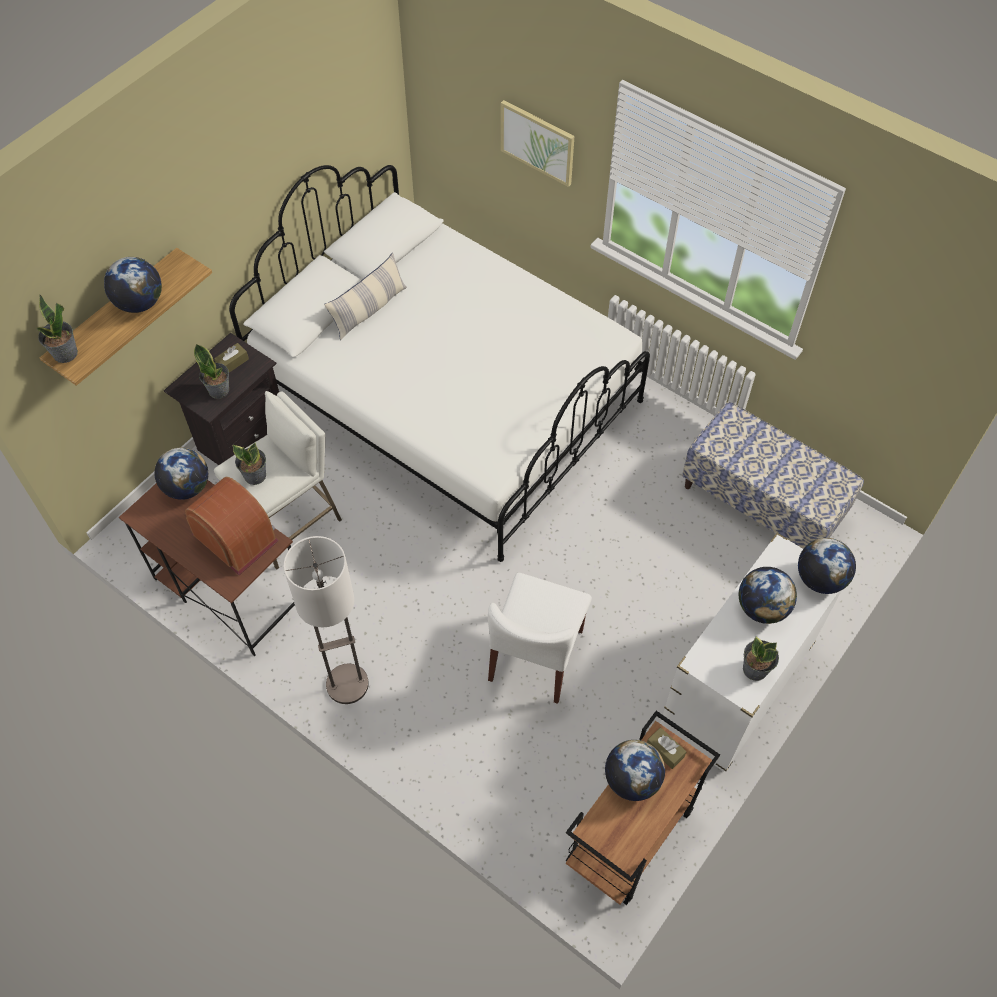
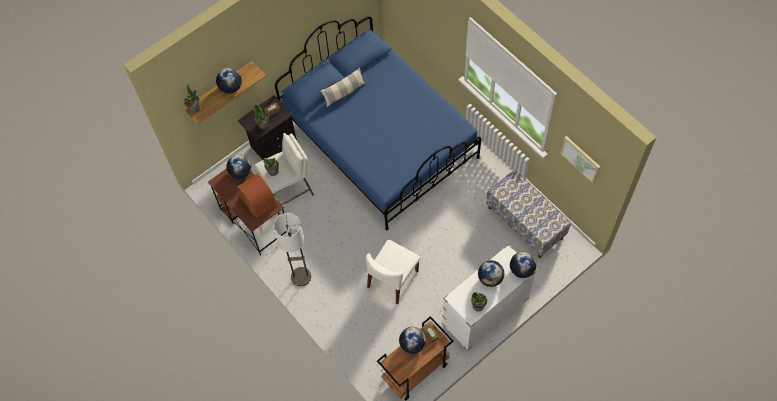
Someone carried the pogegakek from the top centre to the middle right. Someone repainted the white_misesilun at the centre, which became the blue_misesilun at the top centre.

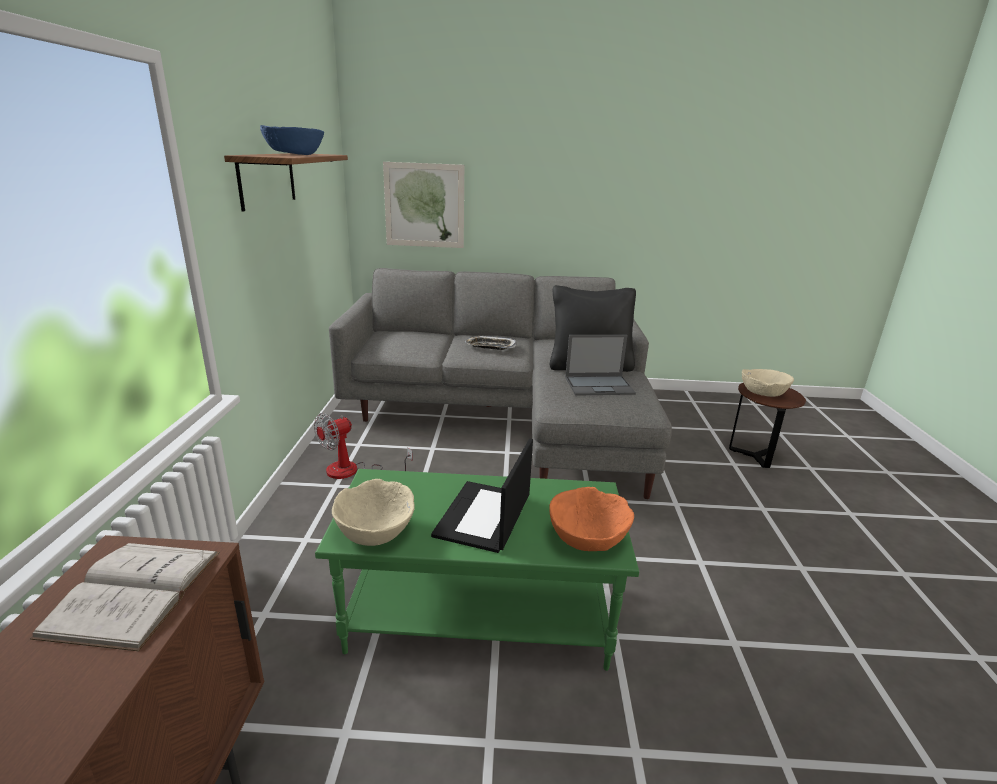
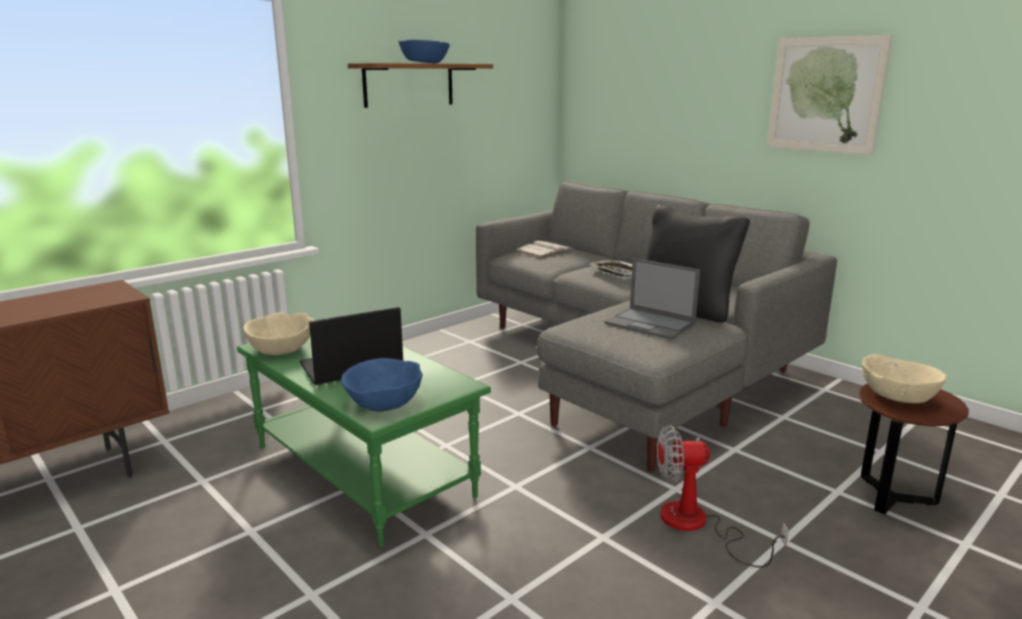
Someone carried the pogegakek from the top centre to the top right. Someone carried the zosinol from the centre to the bottom right. Someone repainted the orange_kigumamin at the centre, which became the blue_kigumamin (1st from left) at the centre. Someone carried the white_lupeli from the bottom left to the centre.

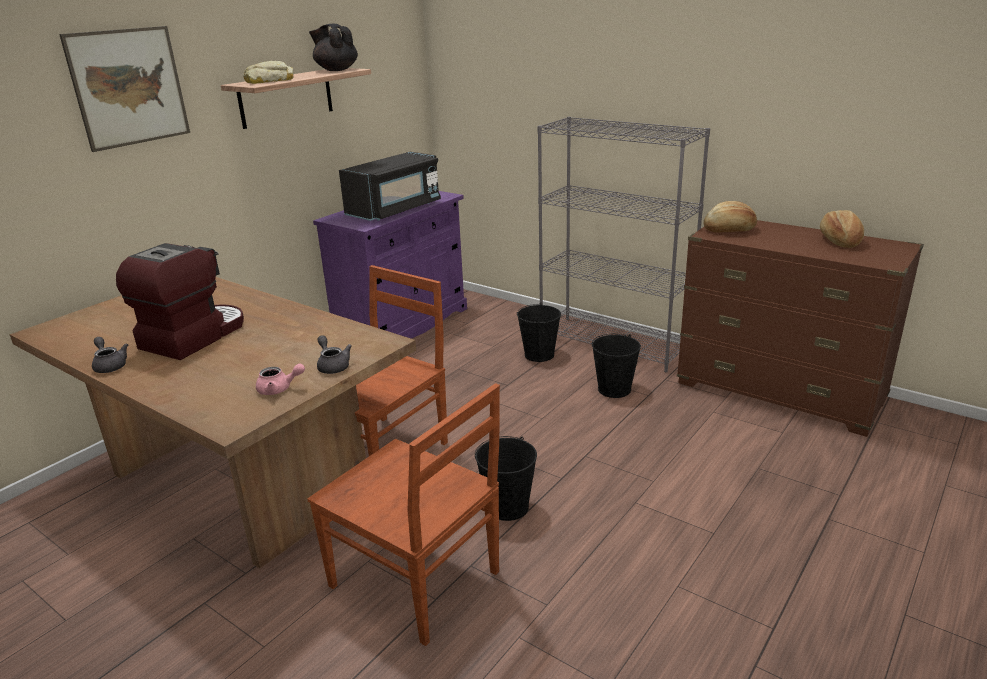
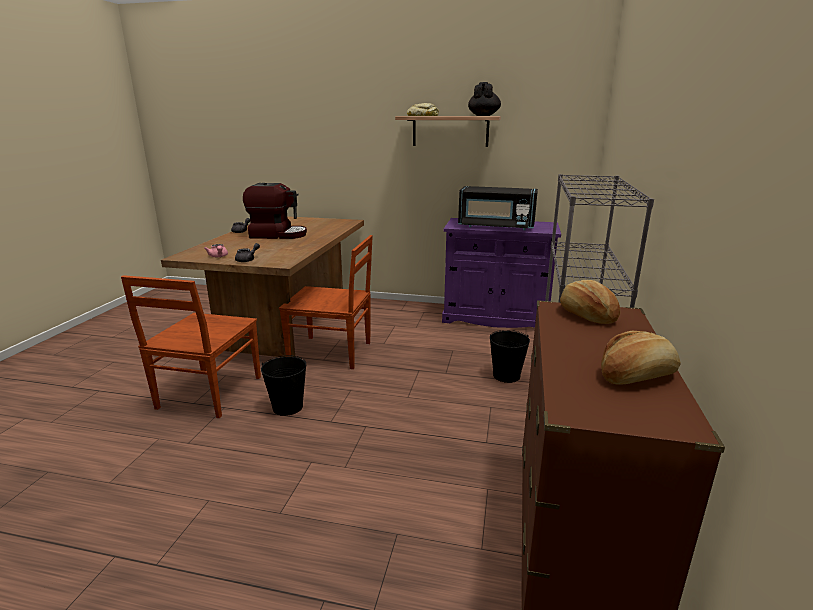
Someone took away the pogegakek at the top left. Someone took away the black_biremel (3rd from left) at the centre.

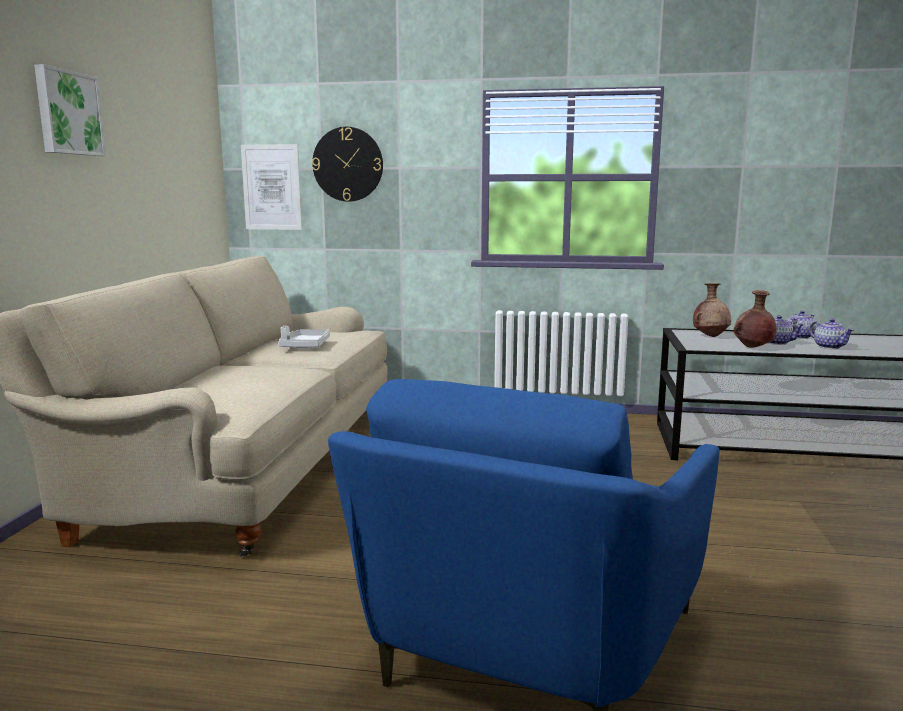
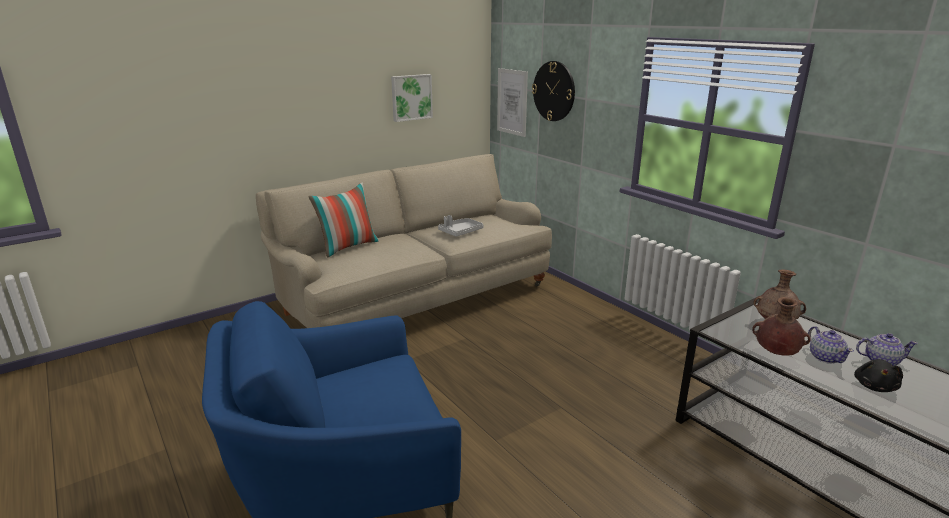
Someone carried the pogegakek (1st from left) from the top left to the top centre. Someone swapped the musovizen (3rd from left) at the middle right for the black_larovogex at the bottom right. Someone put down the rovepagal at the centre.

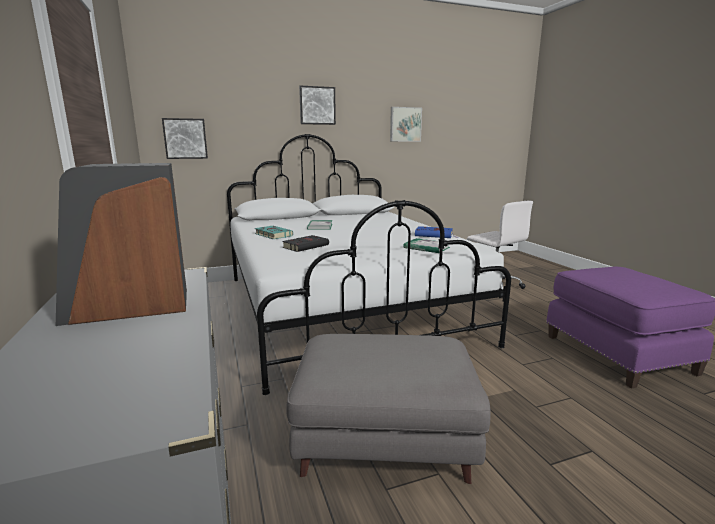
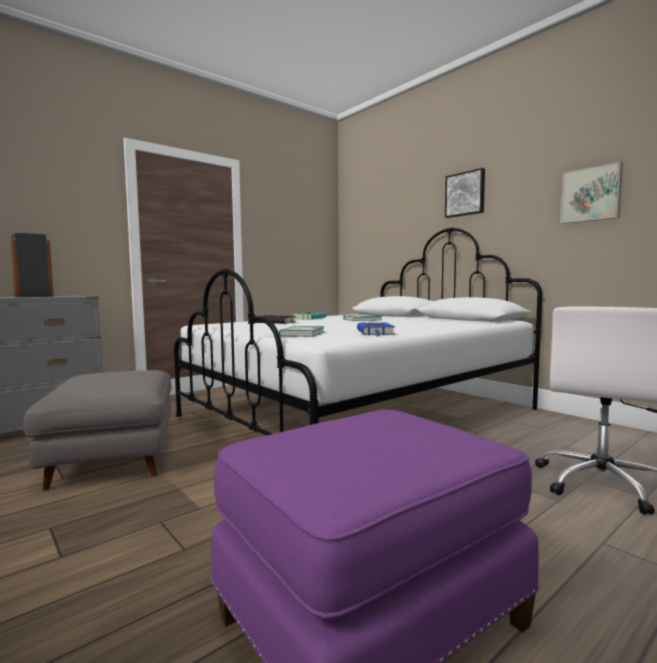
Someone took away the pogegakek (1st from left) at the top left.

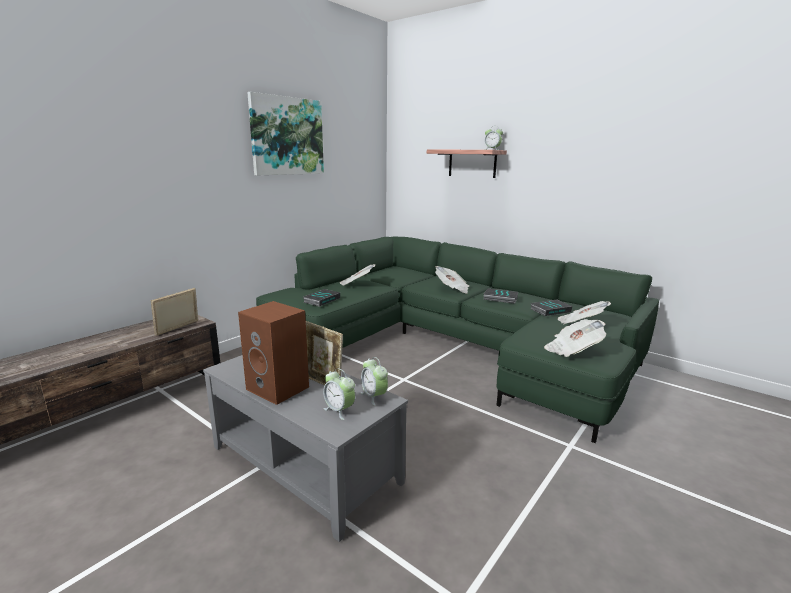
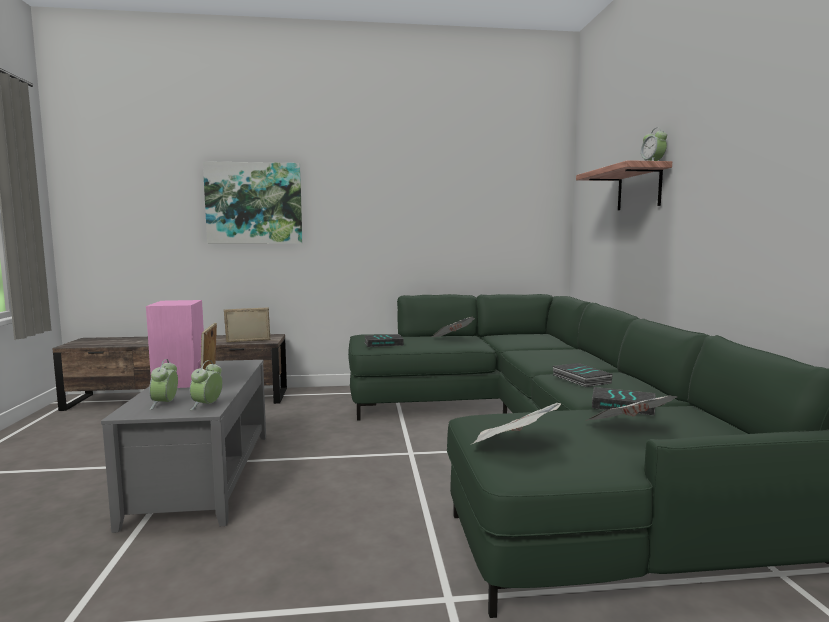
Someone carried the pogegakek from the top centre to the top left. Someone took away the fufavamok (2nd from left) at the centre. Someone repainted the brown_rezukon at the centre, which became the pink_rezukon at the middle left.

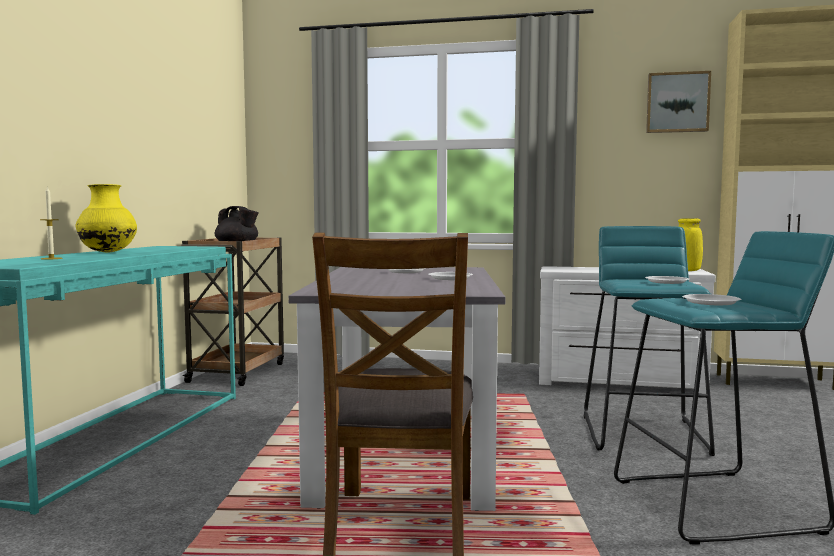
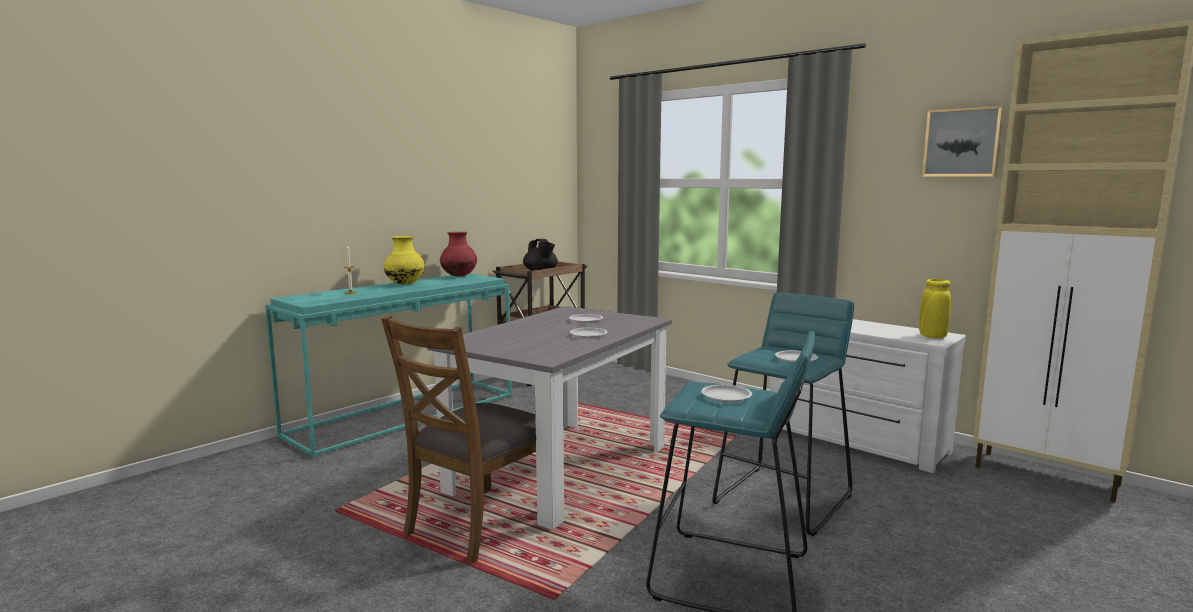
Someone put down the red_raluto at the centre.

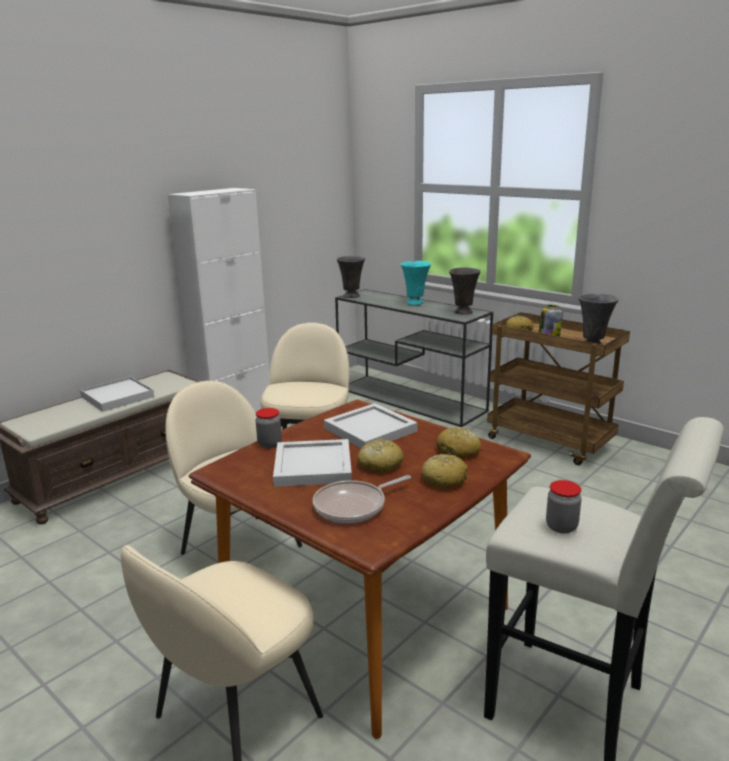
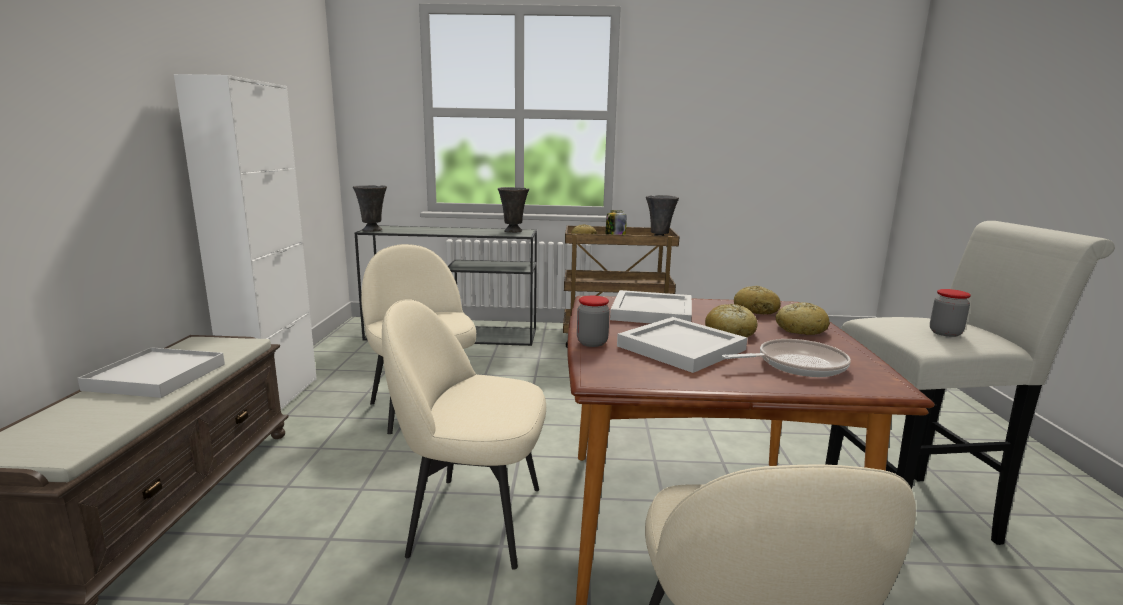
Someone took away the turquoise_raluto at the centre. Someone rotated the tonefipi at the centre by 120 degrees counterclockwise.

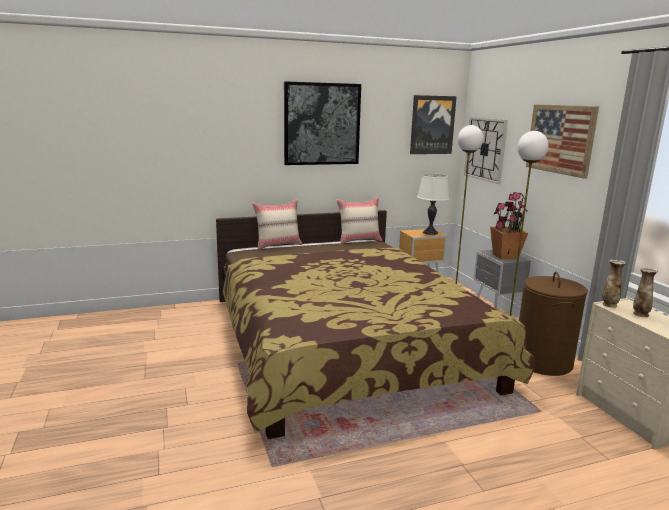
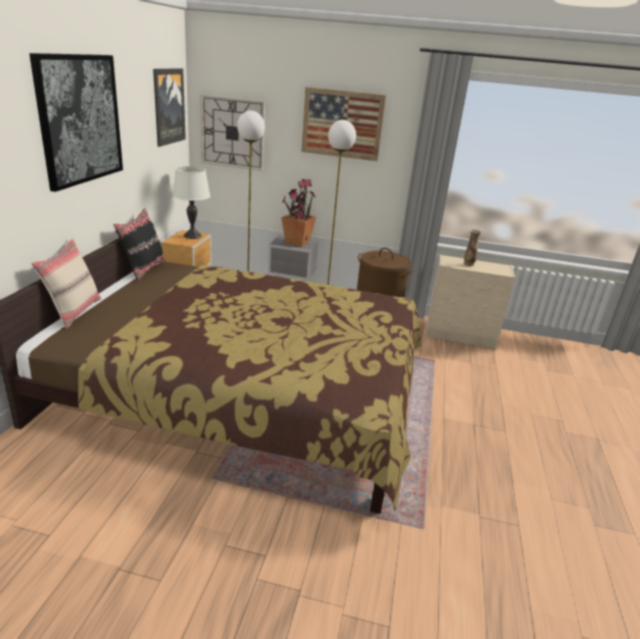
Someone repainted the beige_rovepagal (2nd from left) at the centre, which became the black_rovepagal at the middle left. Someone took away the raluto (1st from left) at the middle right.

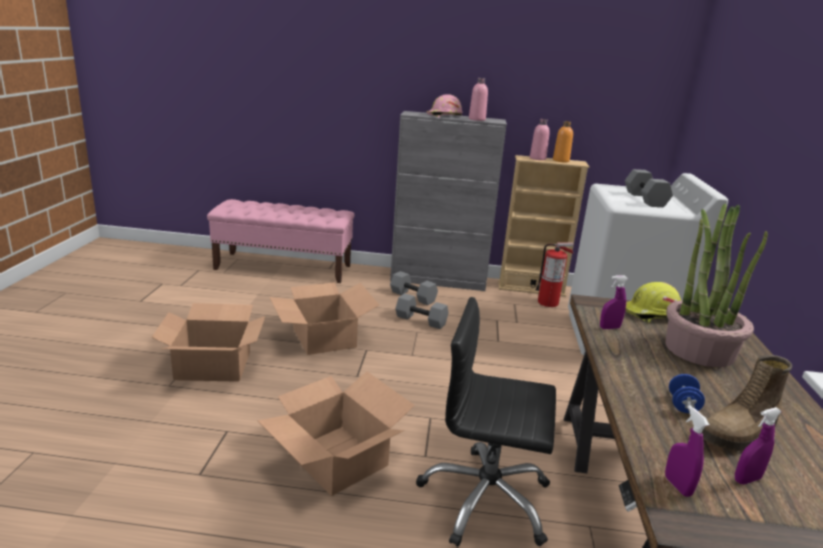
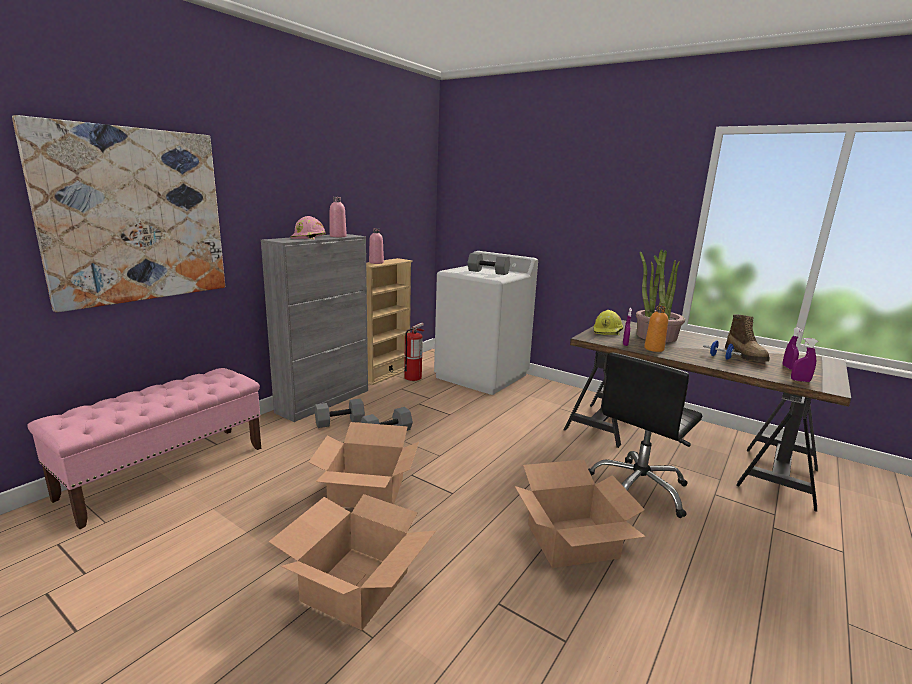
Someone carried the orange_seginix from the top right to the middle right. Someone put up the pogegakek at the top left.

